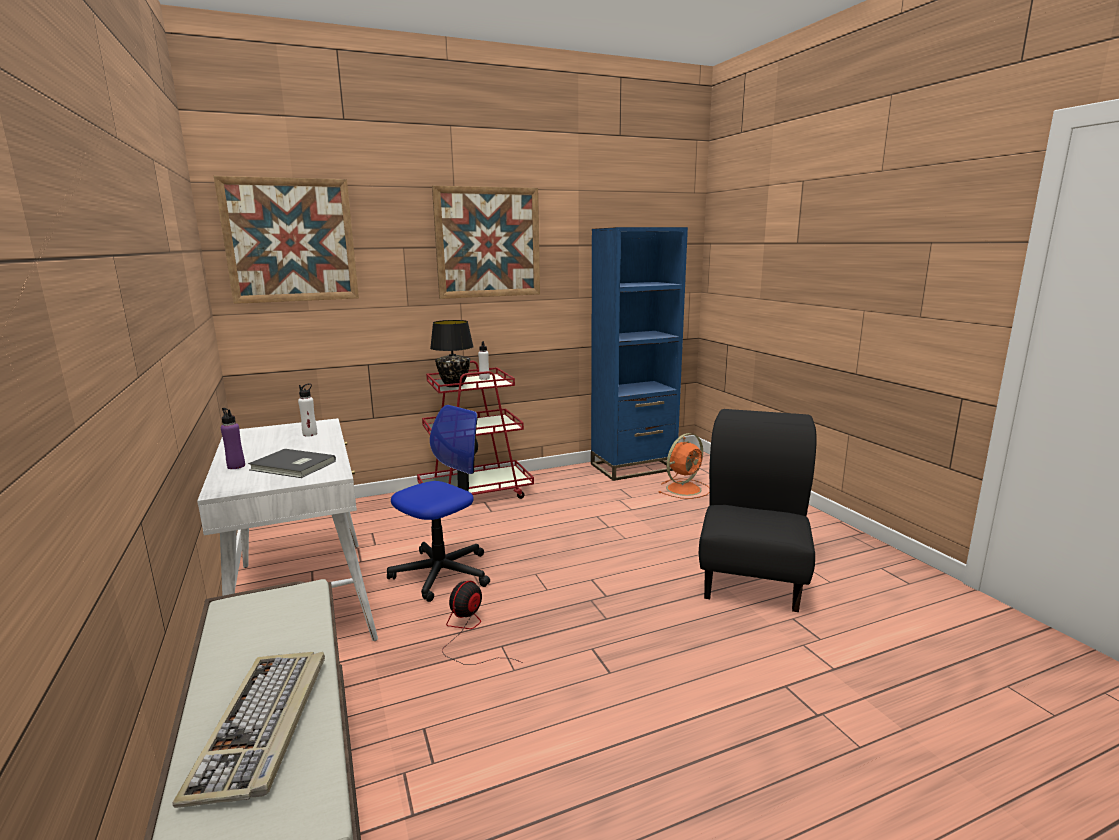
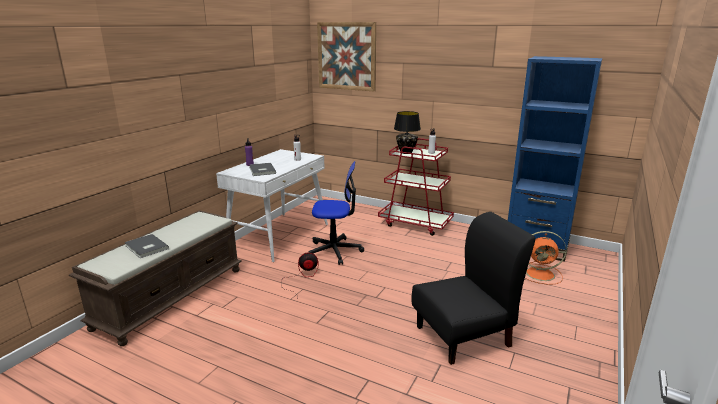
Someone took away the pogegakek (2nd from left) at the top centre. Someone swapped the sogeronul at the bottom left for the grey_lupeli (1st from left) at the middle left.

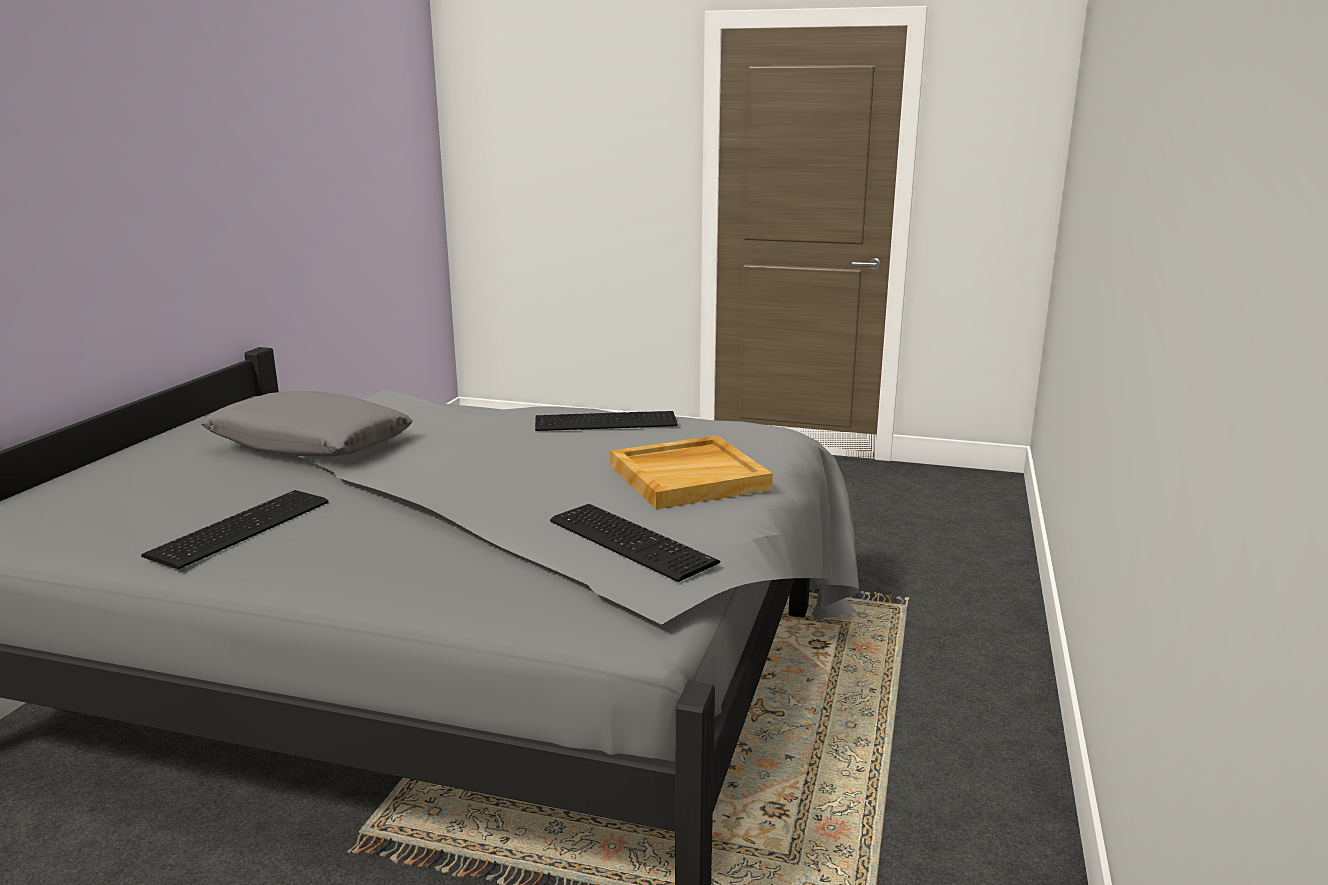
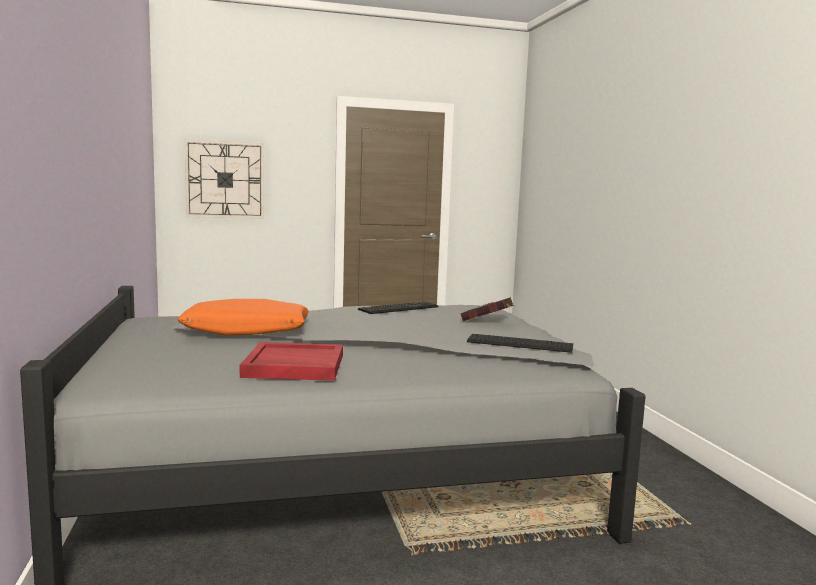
Someone repainted the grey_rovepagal at the middle left, which became the orange_rovepagal at the middle left. Someone swapped the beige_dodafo at the centre for the red_lupeli at the centre. Someone swapped the sogeronul (1st from left) at the middle left for the red_dodafo at the centre. Someone put up the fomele at the top left.

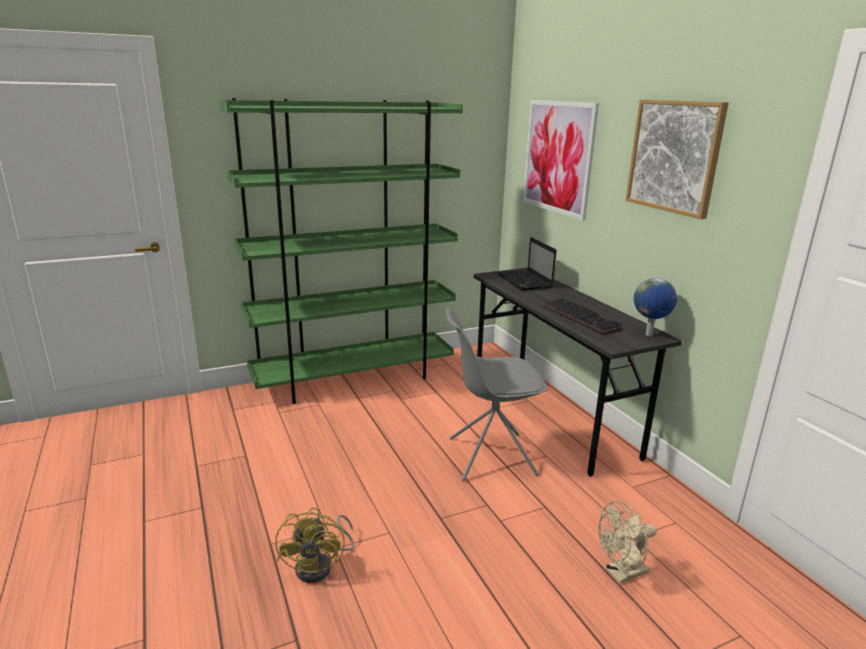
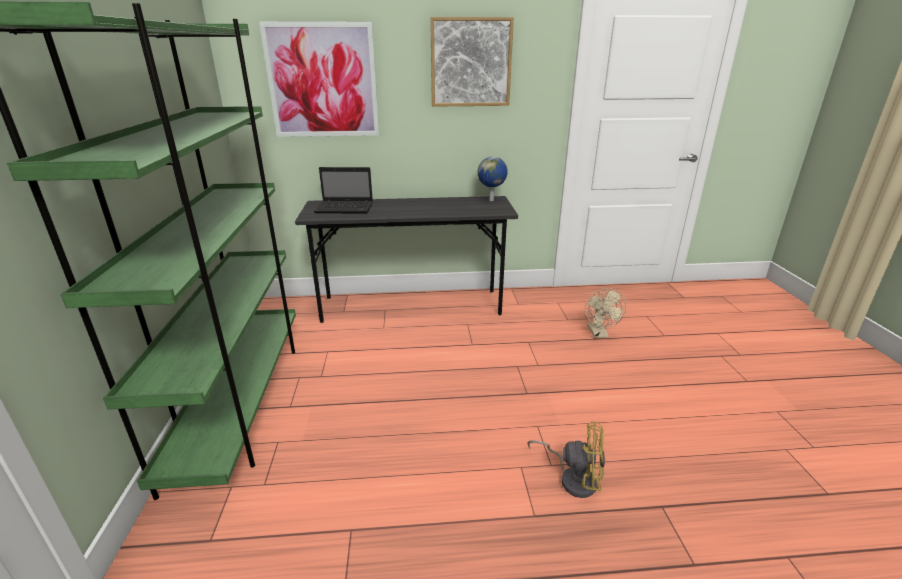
Someone took away the sogeronul at the middle right. Someone took away the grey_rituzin at the centre.

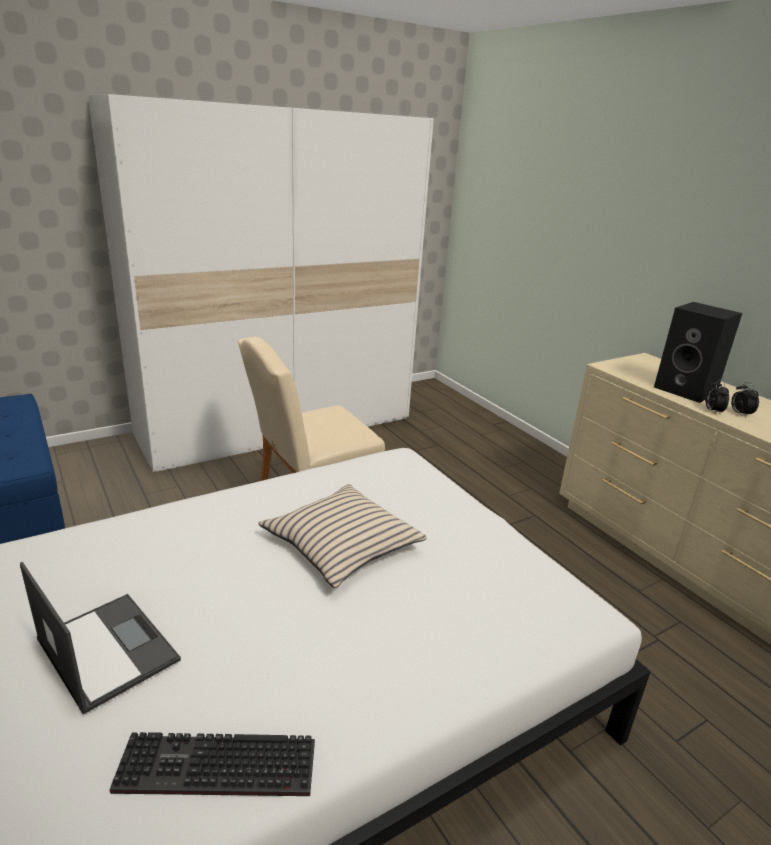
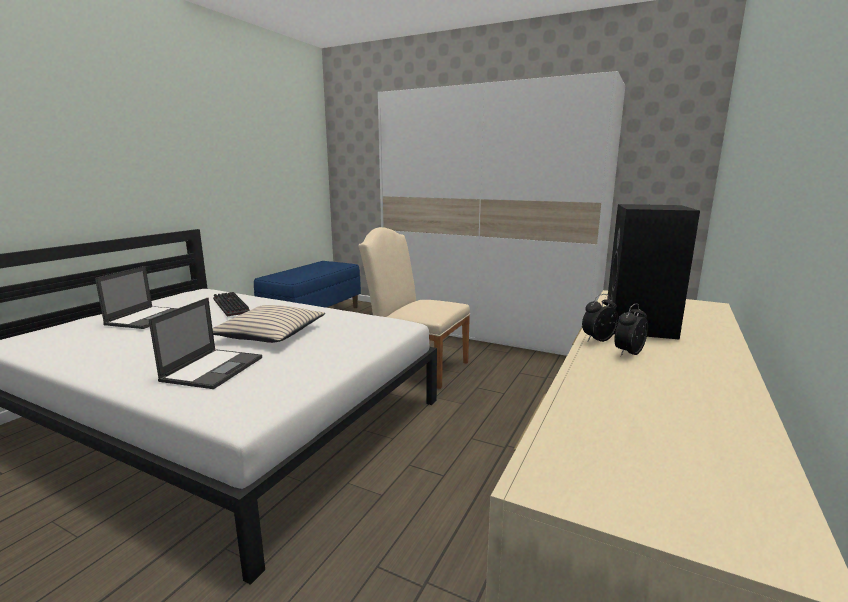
Someone carried the sogeronul from the bottom left to the middle left. Someone put down the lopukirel (2nd from left) at the middle left.

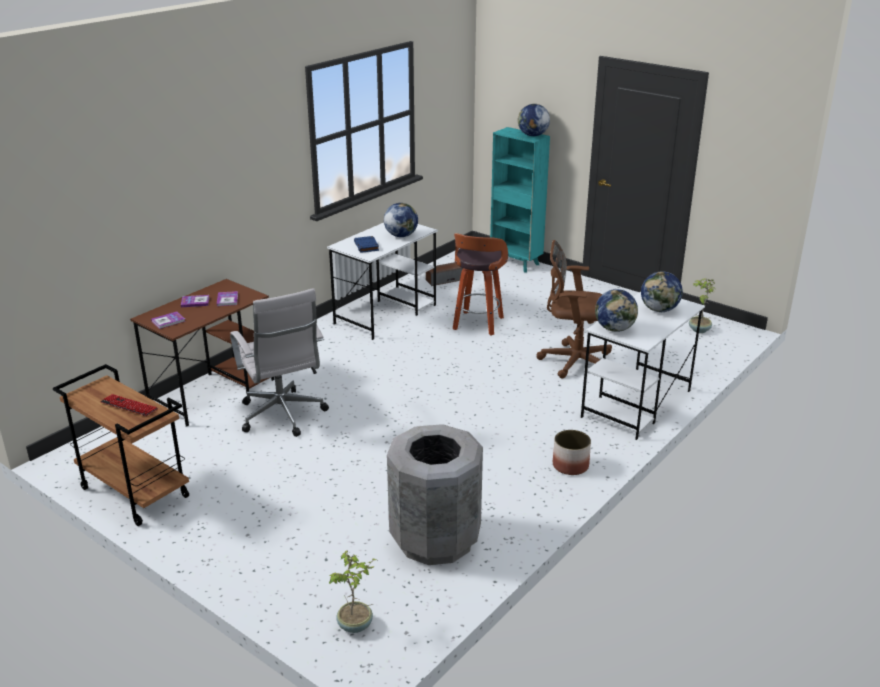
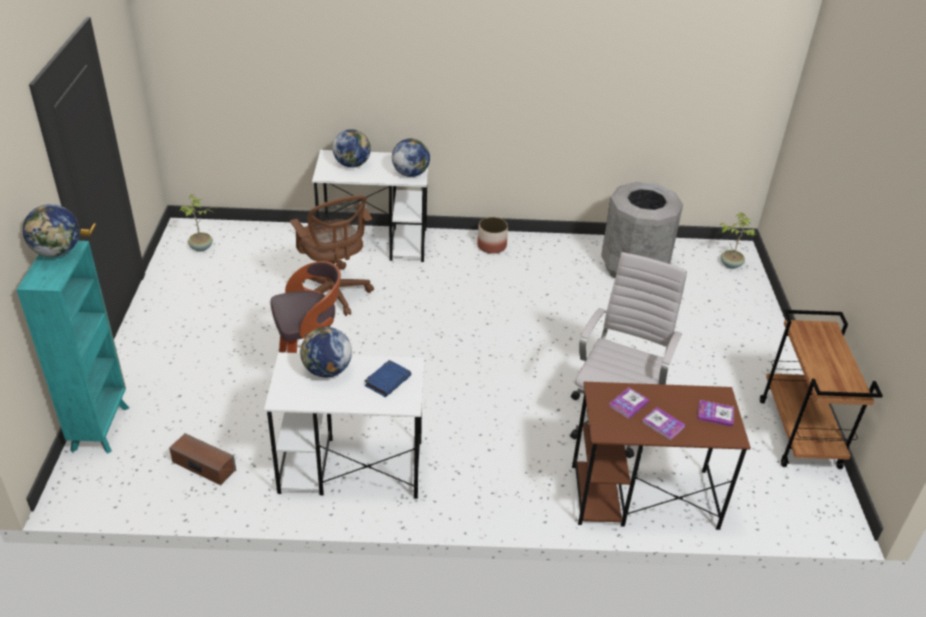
Someone took away the sogeronul at the middle left.

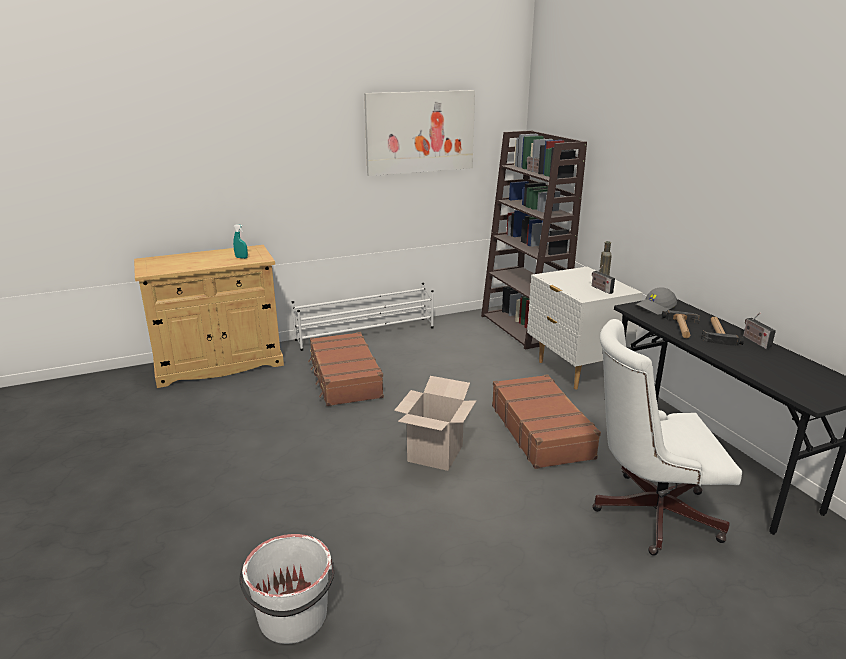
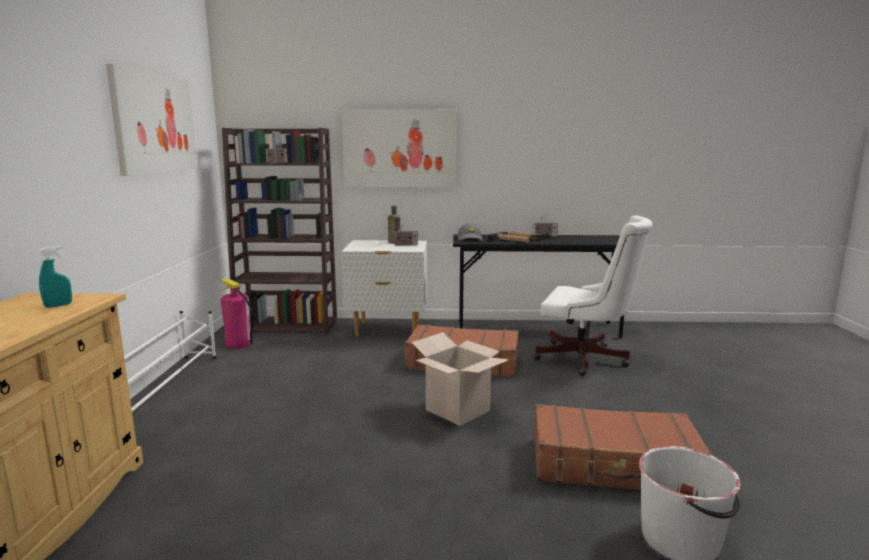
Someone rotated the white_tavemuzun at the middle right by 90 degrees counterclockwise. Someone carried the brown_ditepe (1st from left in the first image) from the centre to the bottom right. Someone put up the pogegakek (2nd from left) at the top centre. Someone put down the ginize at the middle left.

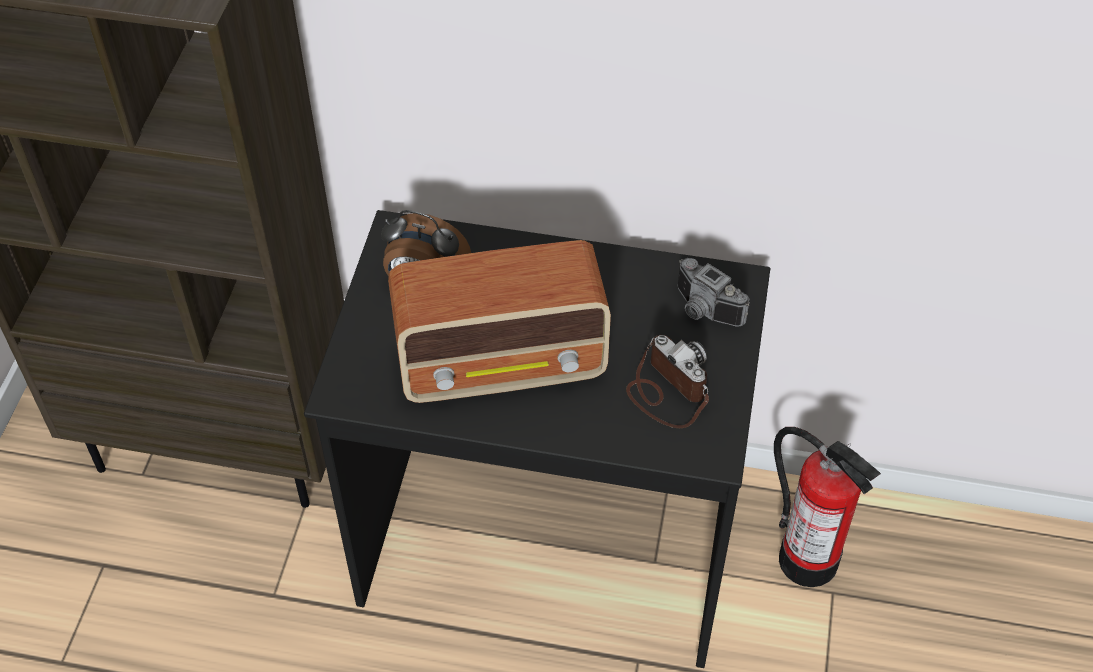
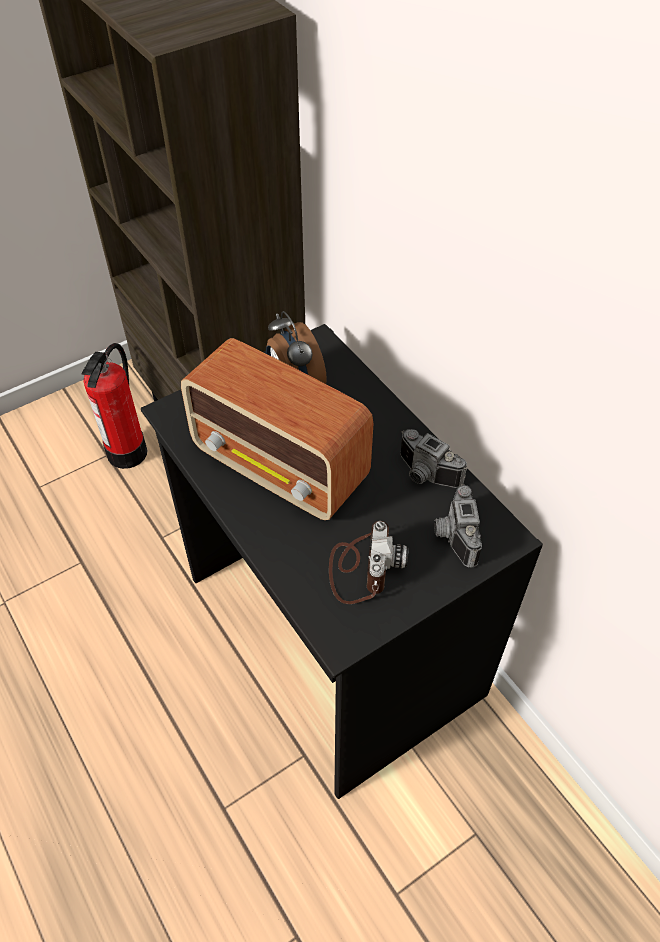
Someone carried the ginize from the bottom right to the middle left. Someone put down the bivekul (2nd from left) at the centre.

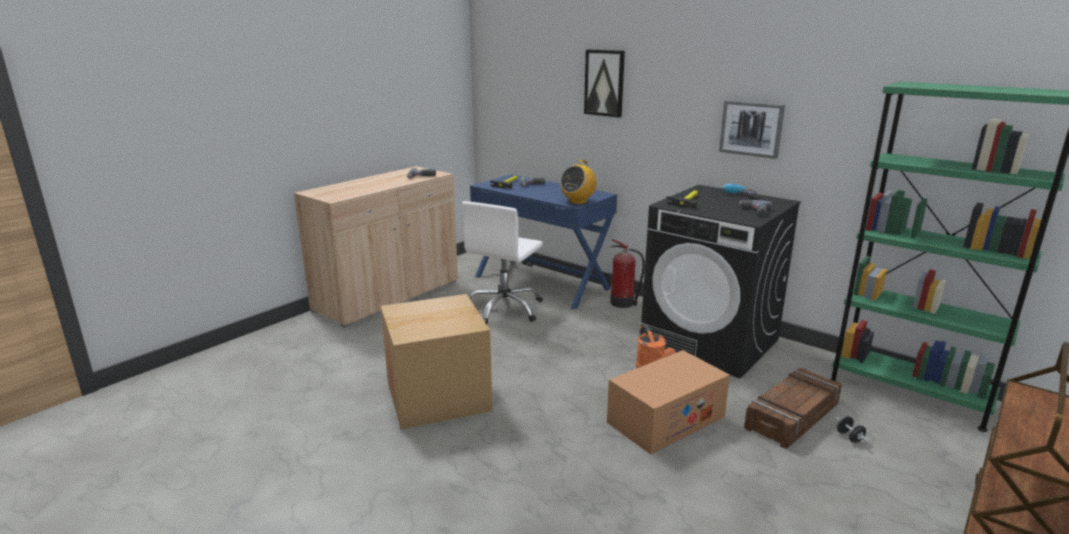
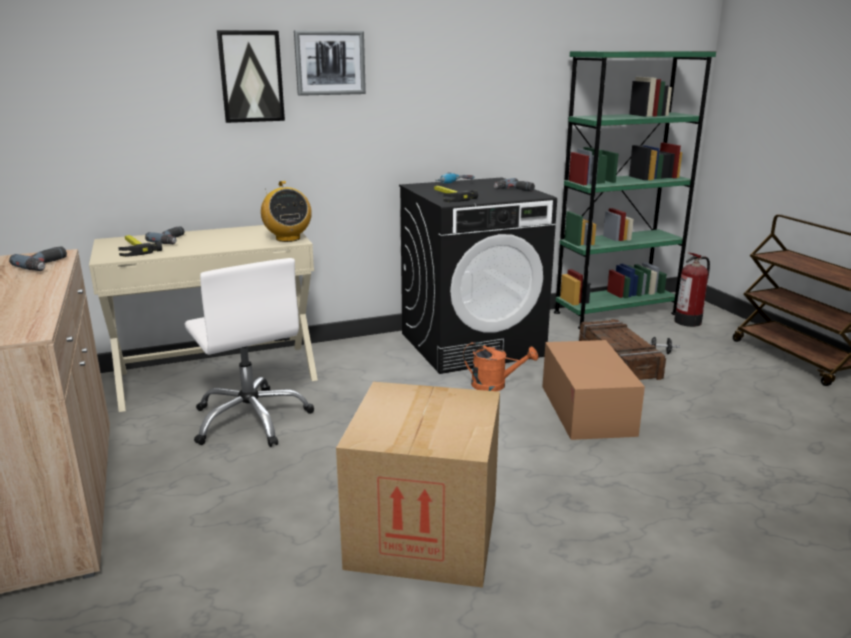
Someone carried the pogegakek (2nd from left) from the top right to the top centre. Someone repainted the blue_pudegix at the centre, which became the beige_pudegix at the middle left. Someone carried the ginize from the centre to the middle right.

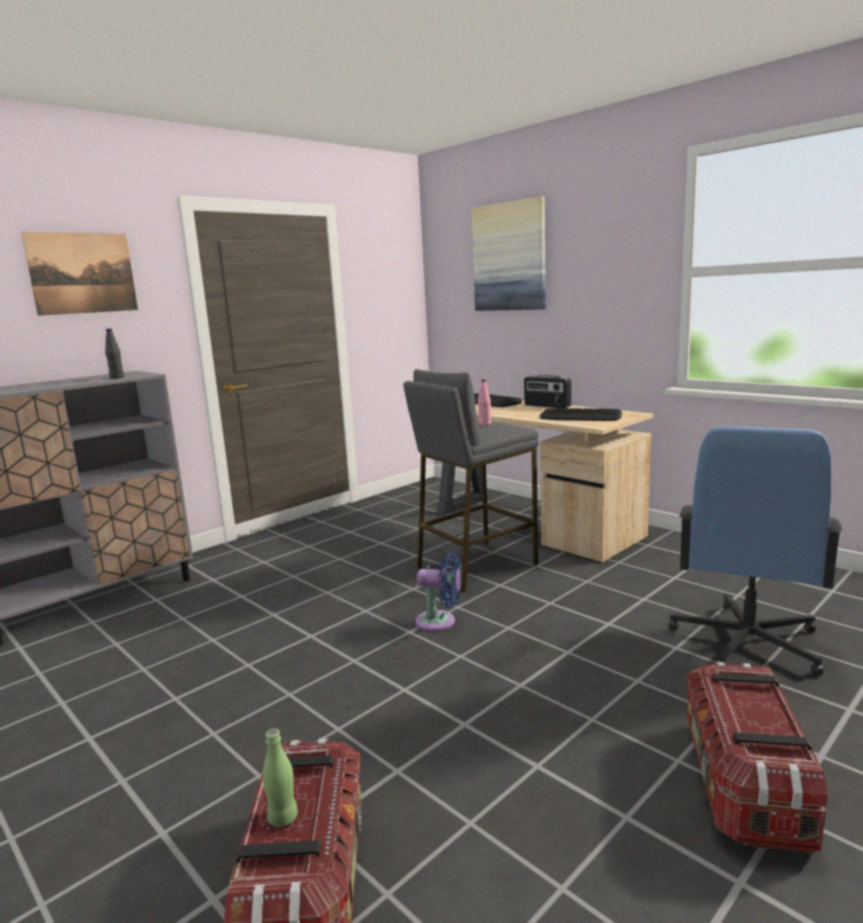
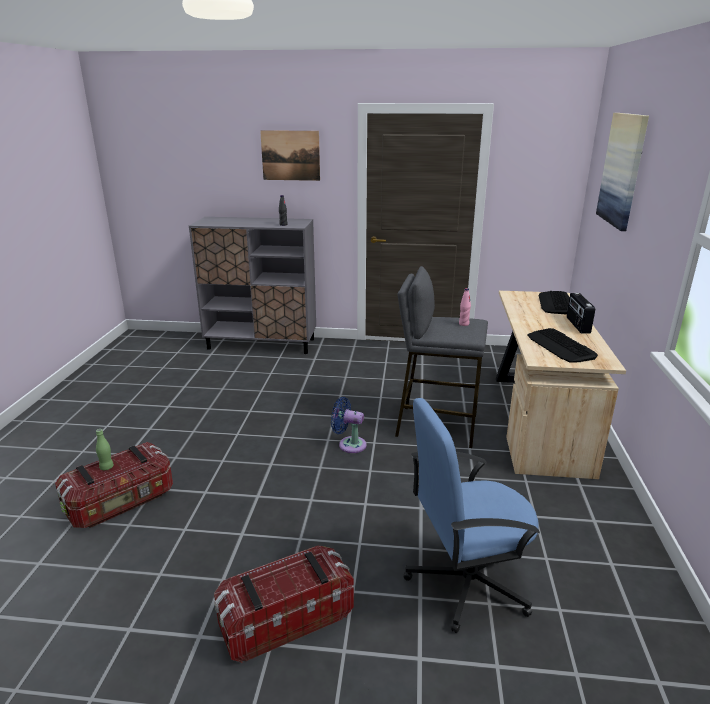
Someone rotated the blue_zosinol at the centre by 135 degrees clockwise.

